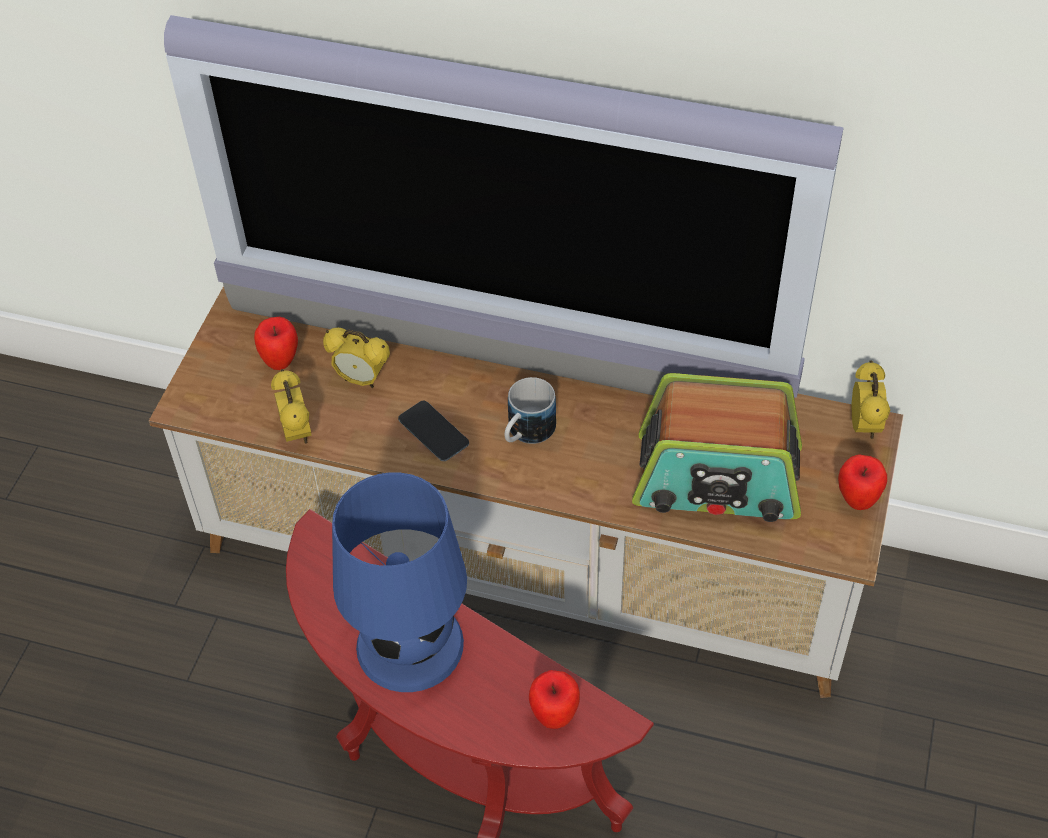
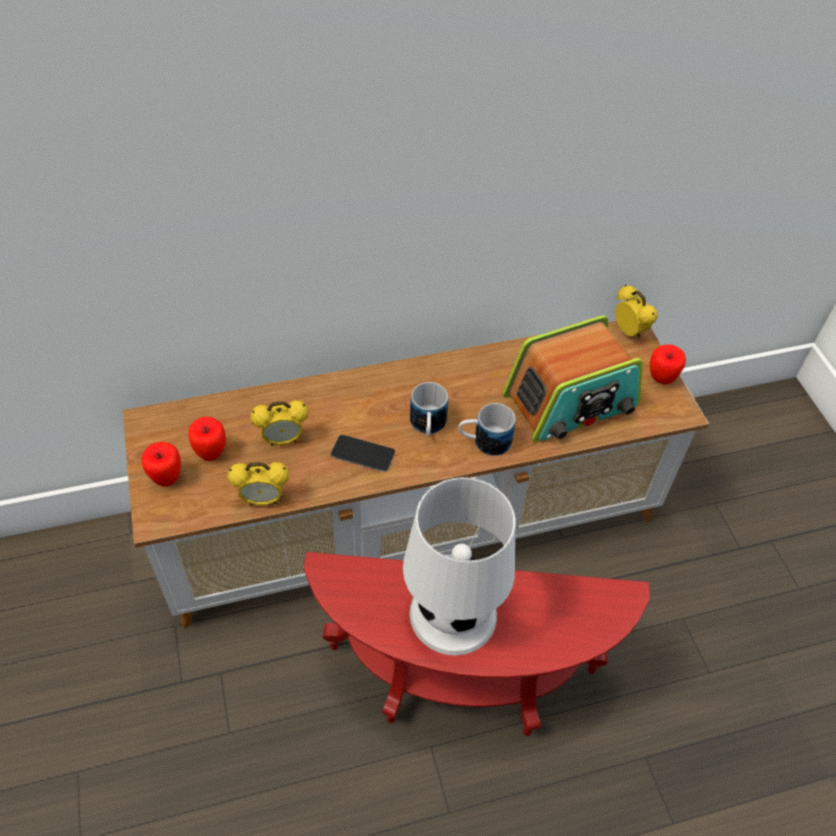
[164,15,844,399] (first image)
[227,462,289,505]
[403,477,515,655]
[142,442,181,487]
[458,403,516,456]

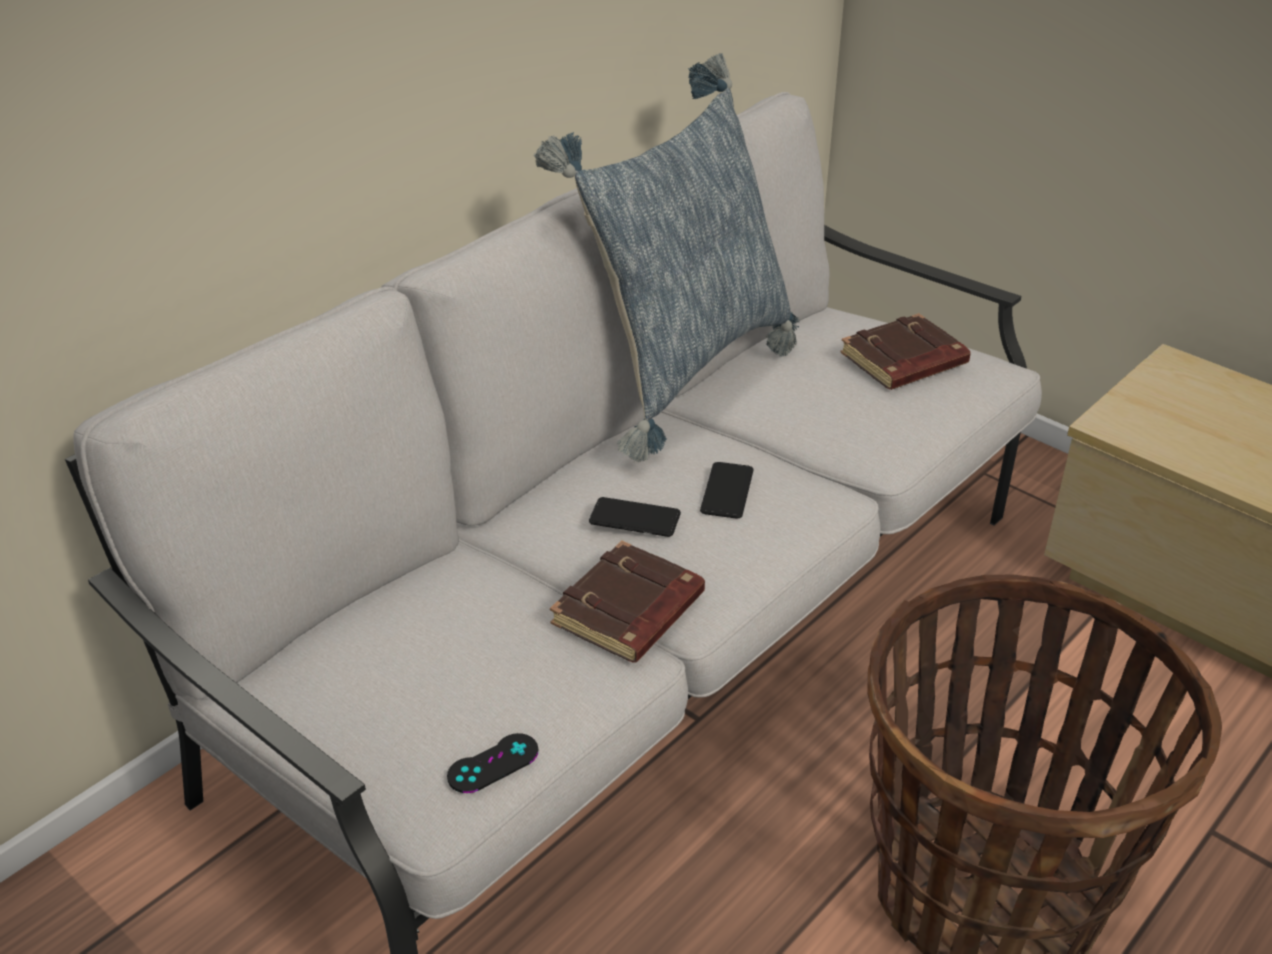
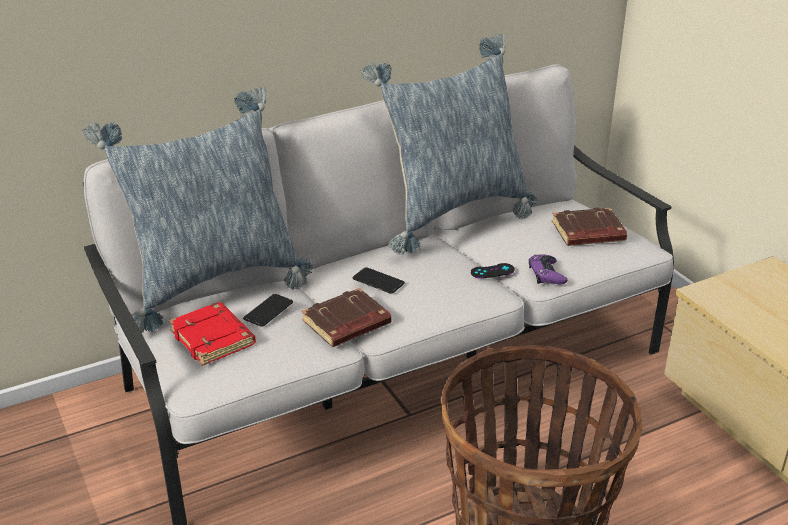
[471,263,515,279]
[243,294,293,327]
[82,87,314,333]
[169,302,256,366]
[529,254,568,284]

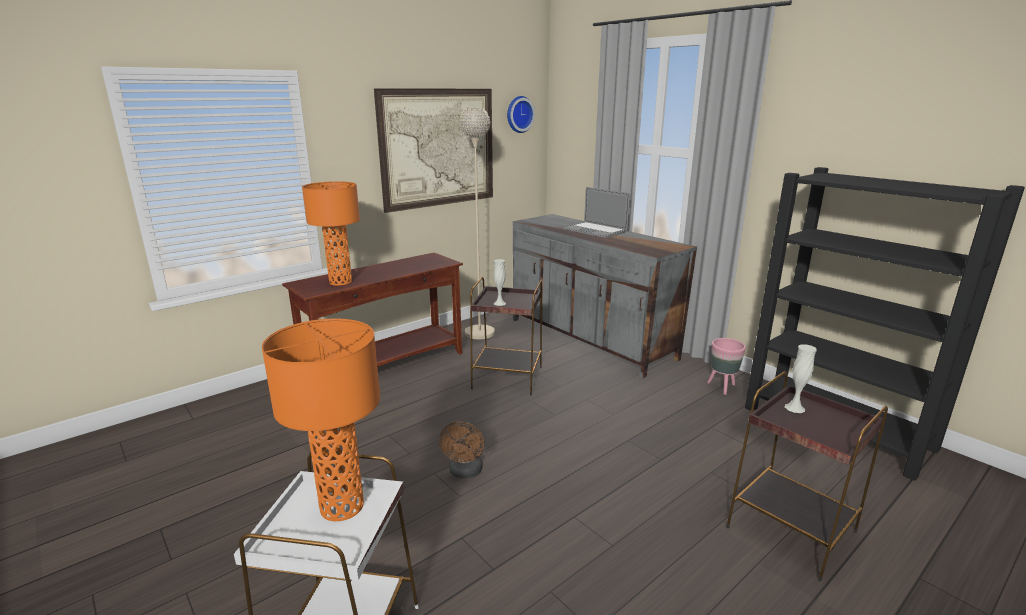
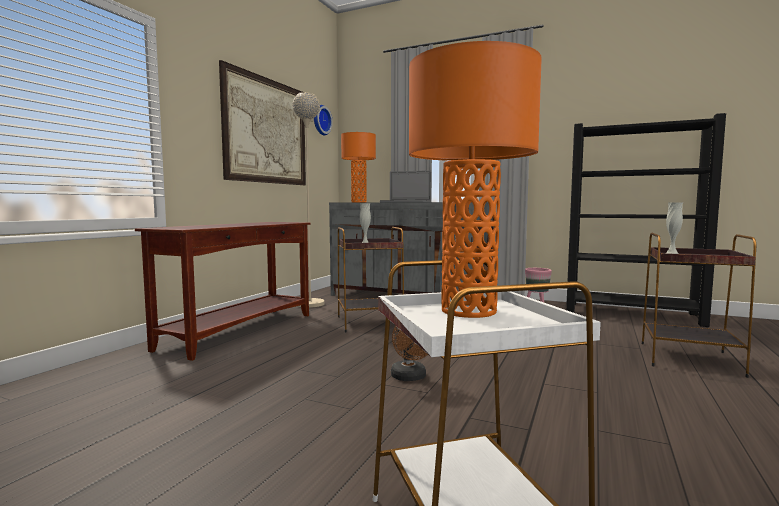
[341,132,376,202]

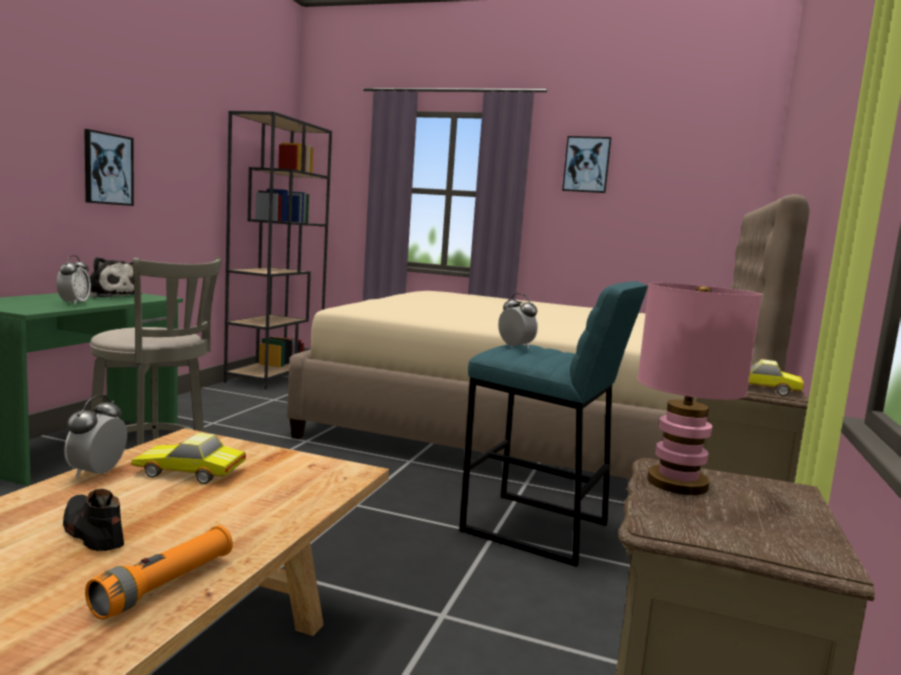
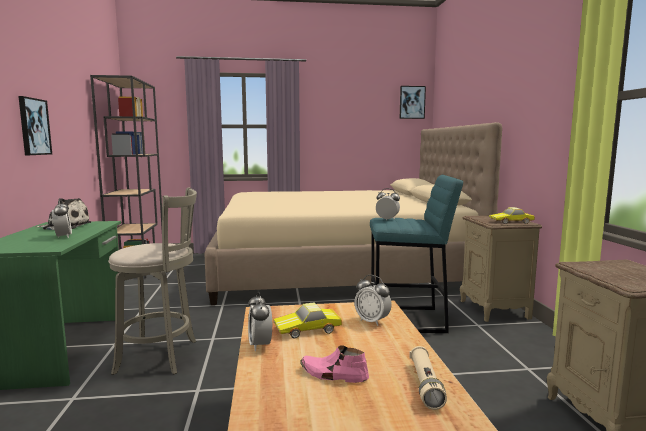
[300,345,369,383]
[409,346,447,410]
[399,86,426,119]
[637,283,762,495] (first image)
[354,275,392,326]

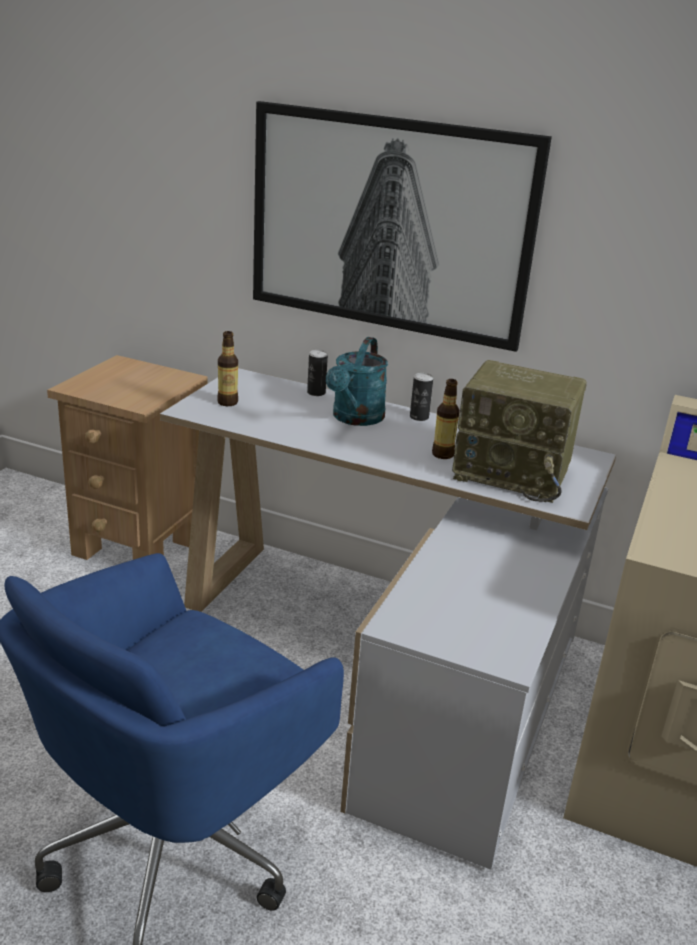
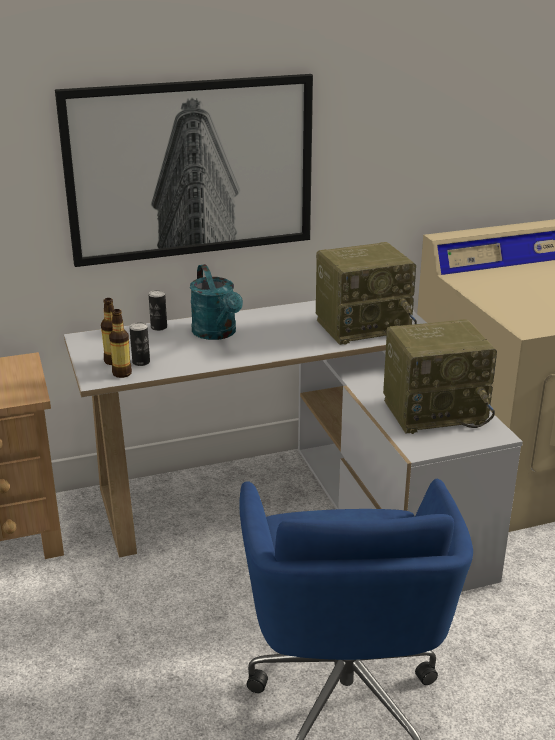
[130,322,150,366]
[109,309,132,378]
[383,319,497,434]

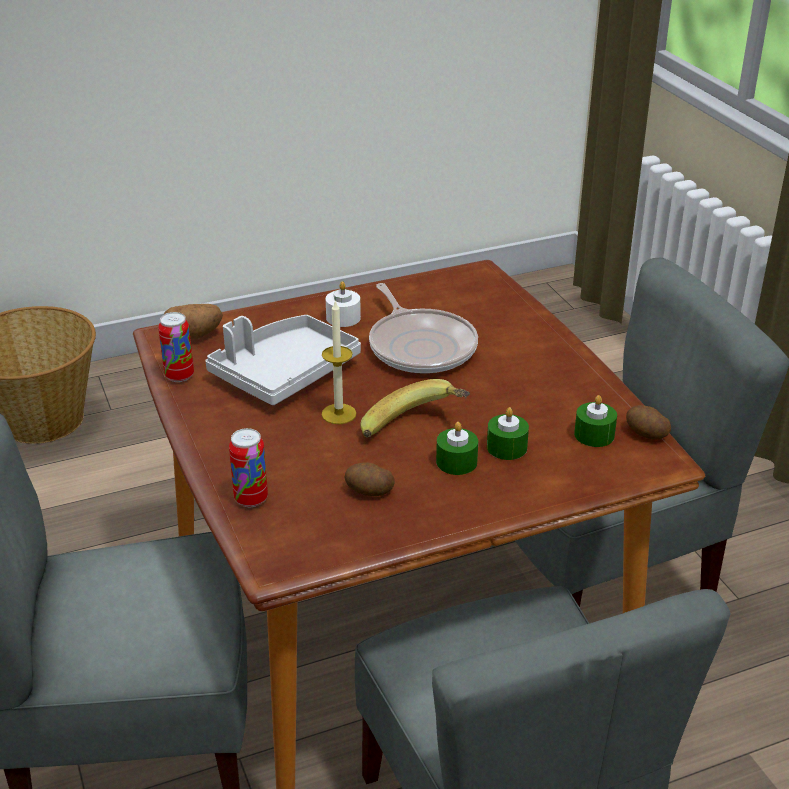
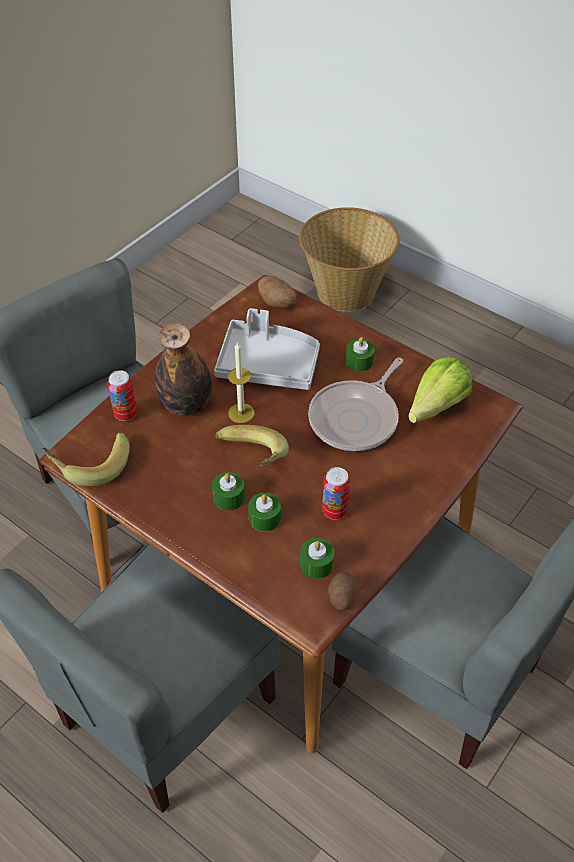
[322,467,350,520]
[346,337,375,372]
[344,463,395,496] (first image)
[42,432,130,486]
[155,323,212,416]
[408,357,472,423]

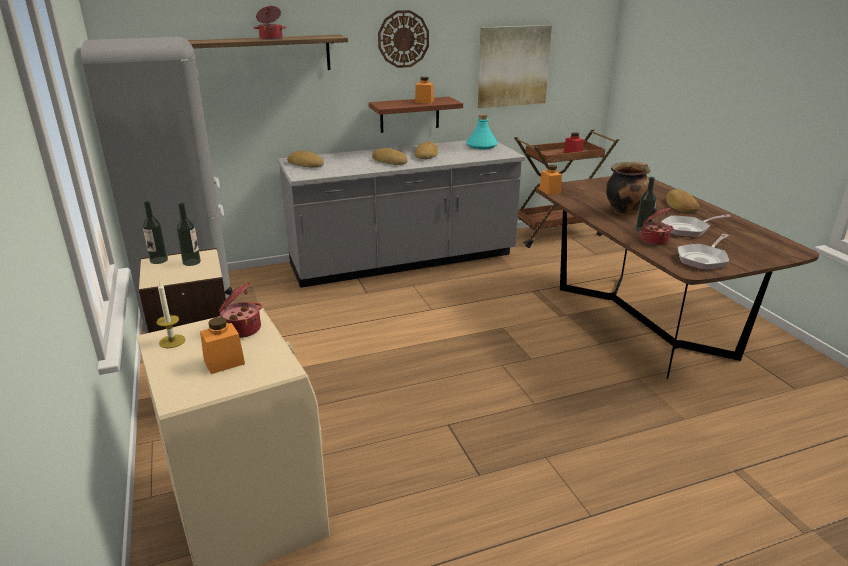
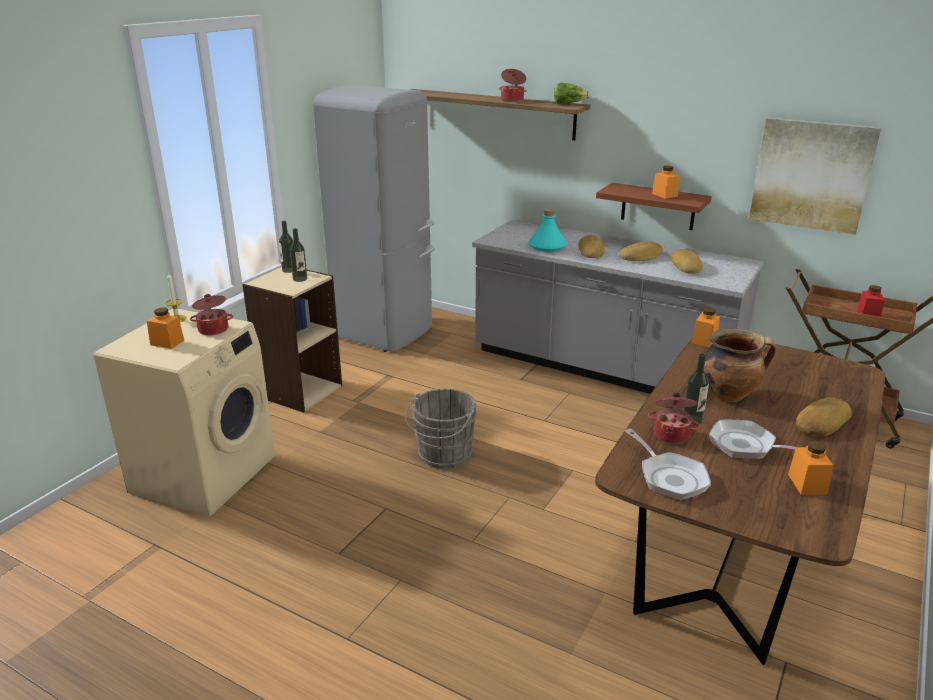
[670,249,703,274]
[378,10,429,68] (first image)
[528,209,567,252]
[625,429,711,500]
[404,388,477,469]
[554,82,590,104]
[788,441,833,495]

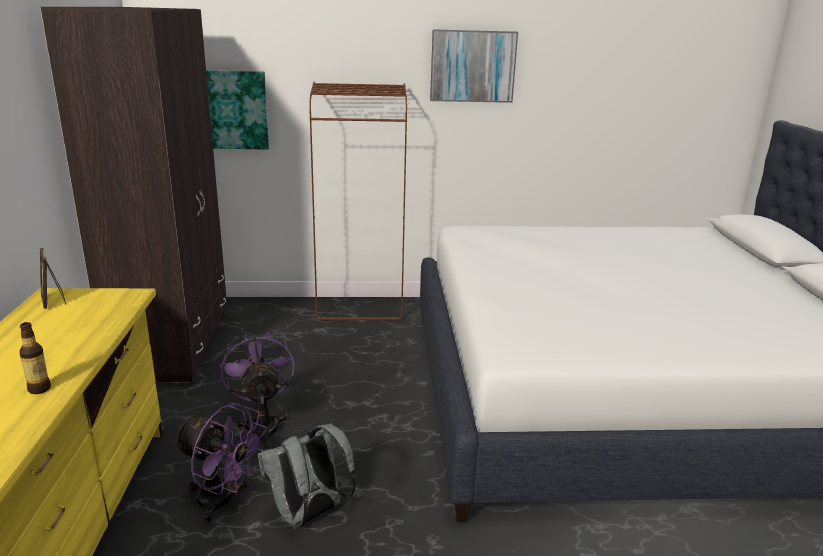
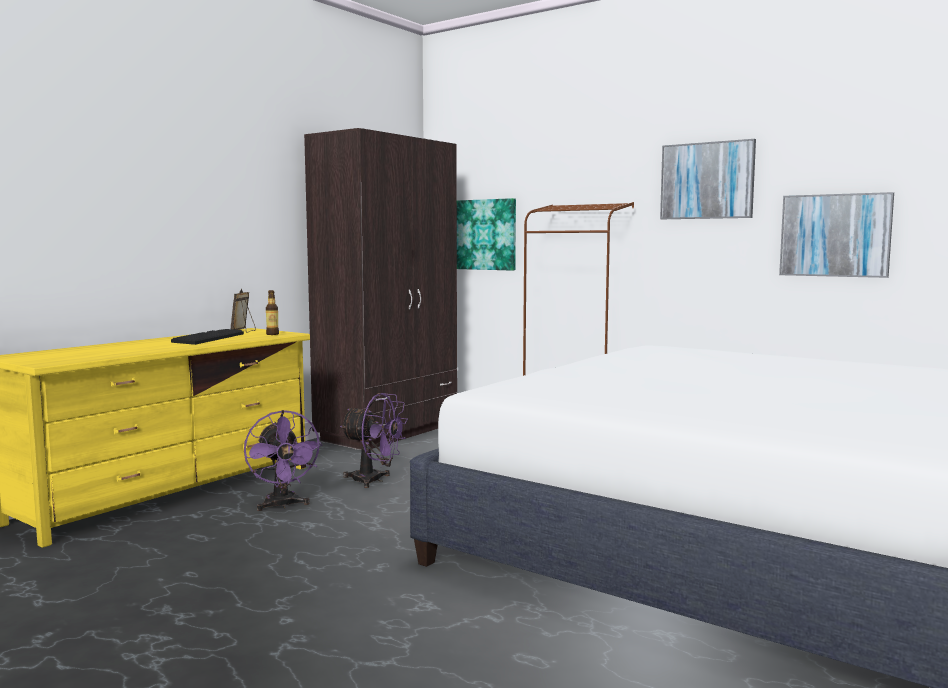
[266,290,279,335]
[340,393,408,488]
[258,423,356,527] (first image)
[171,329,244,345]
[779,192,894,278]

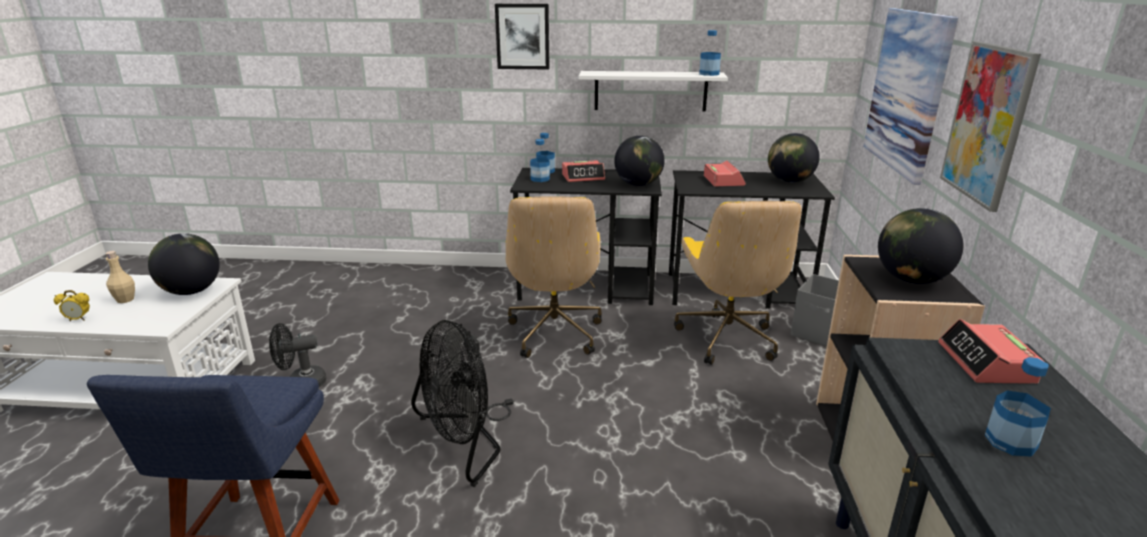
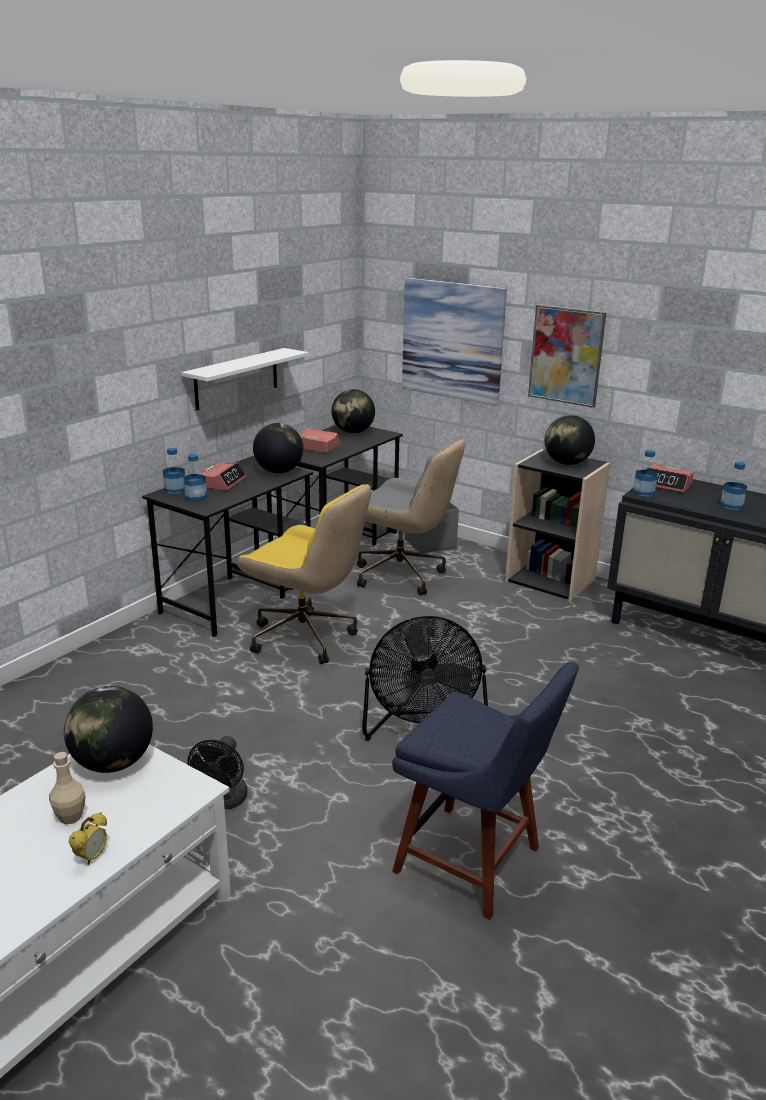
[495,4,550,69] (first image)
[357,439,465,595]
[633,450,658,497]

